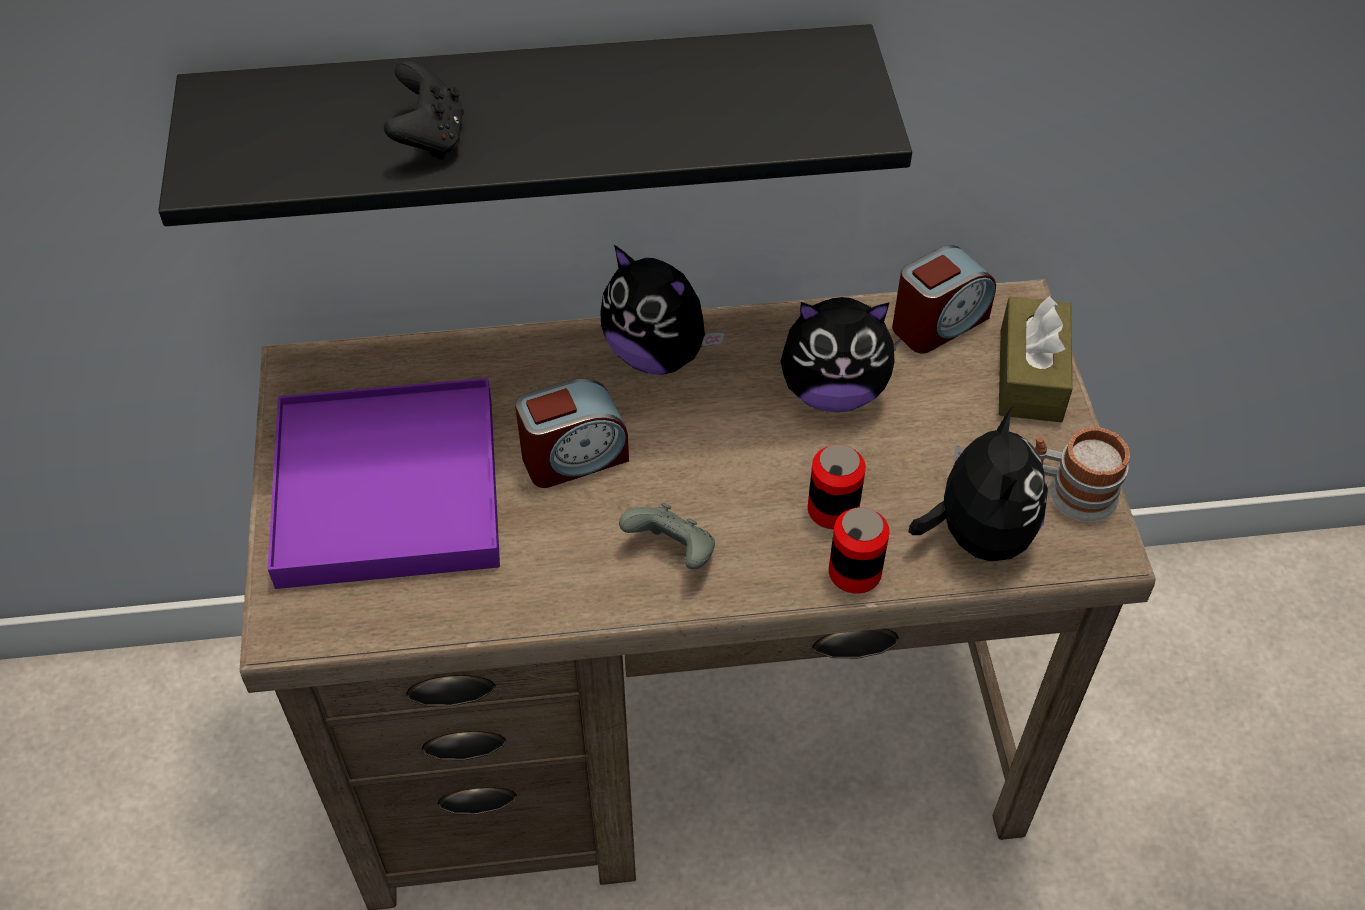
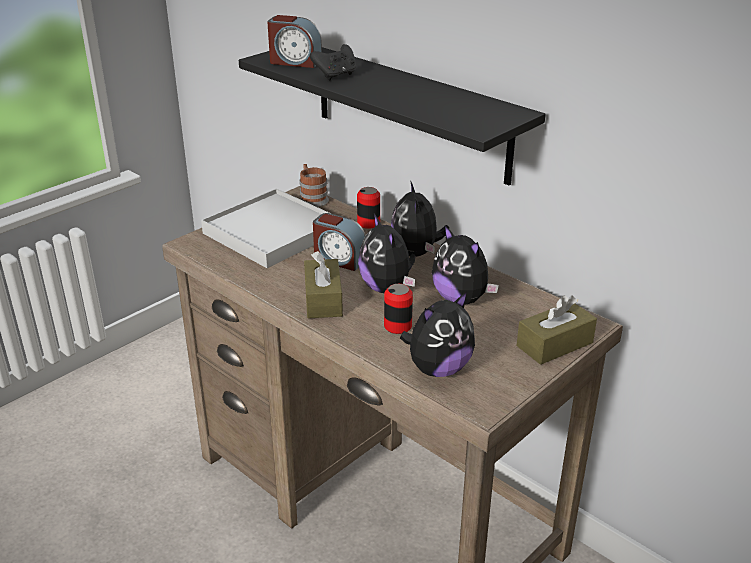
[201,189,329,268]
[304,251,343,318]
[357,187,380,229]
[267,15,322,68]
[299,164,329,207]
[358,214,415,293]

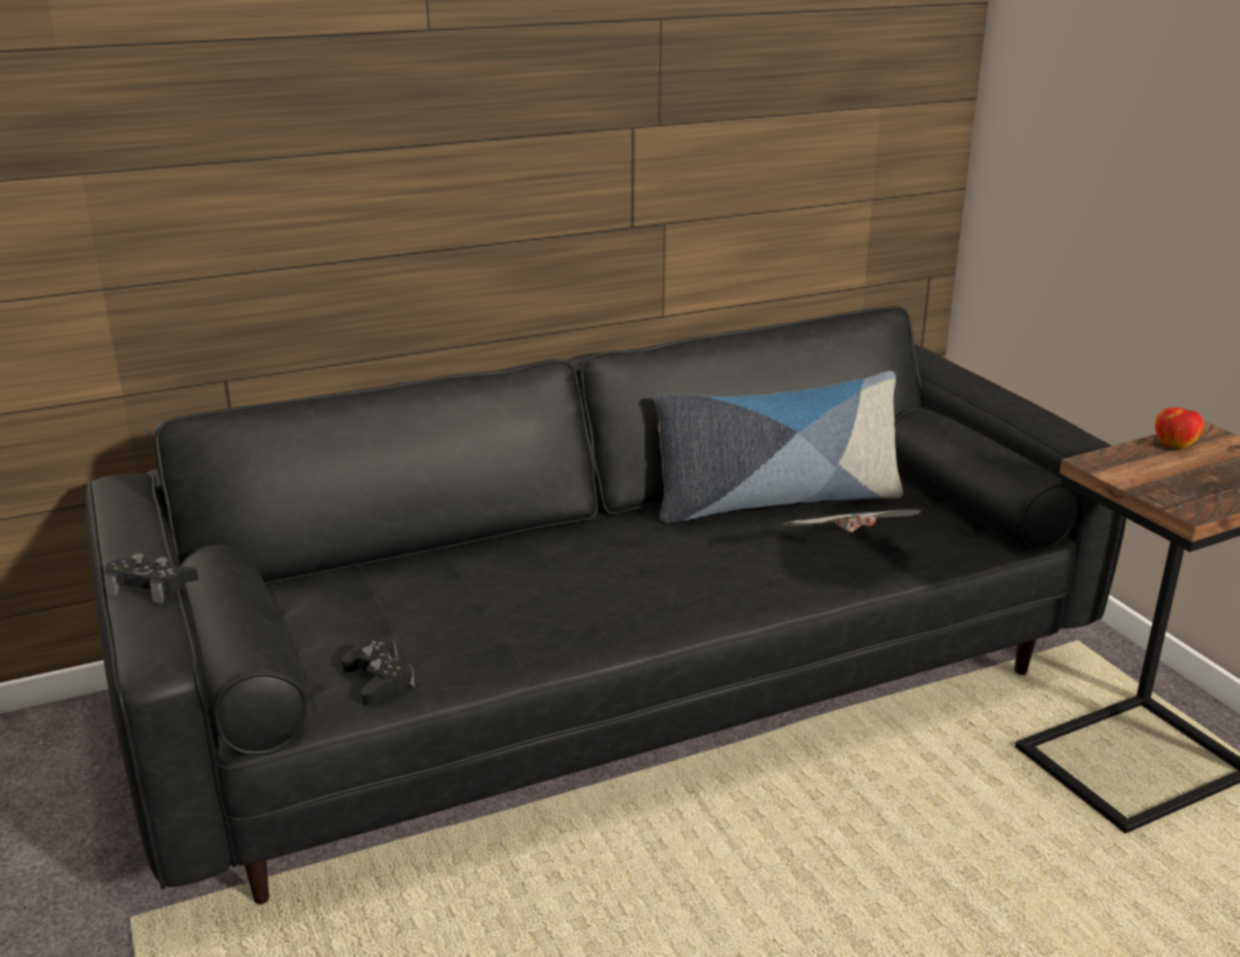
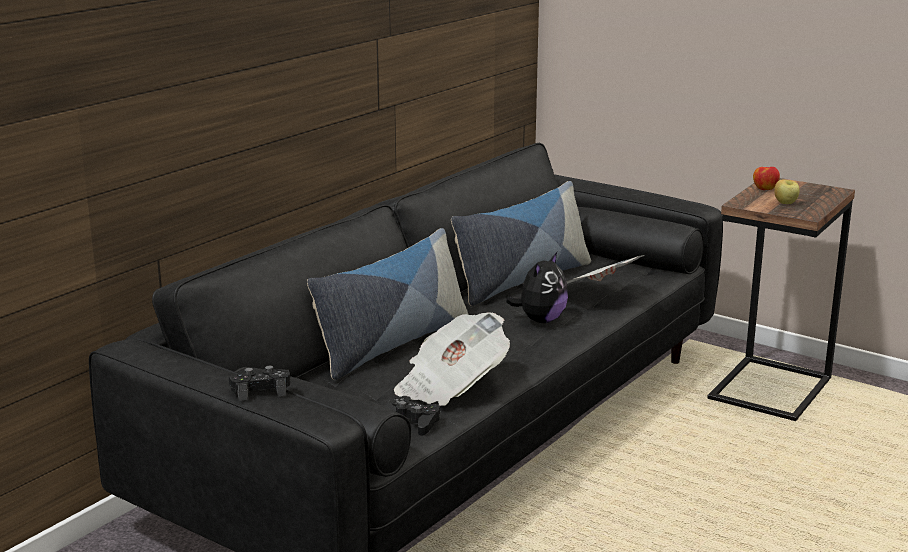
[307,228,469,380]
[394,312,510,406]
[506,252,568,323]
[774,179,800,204]

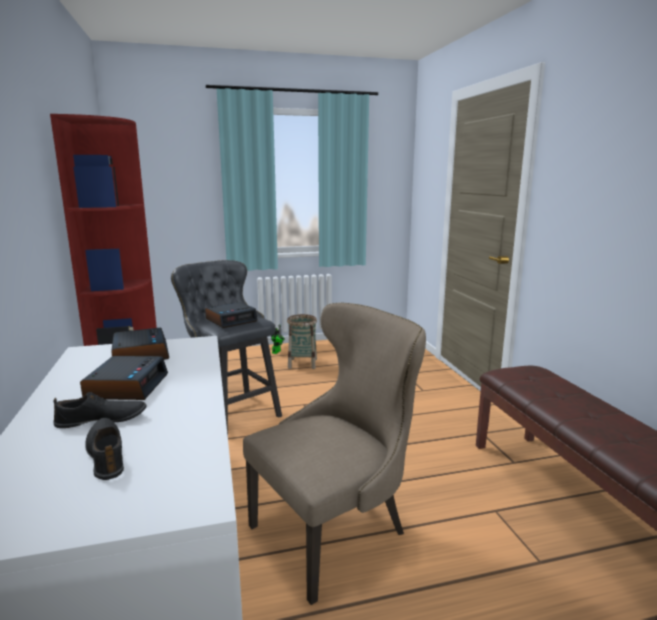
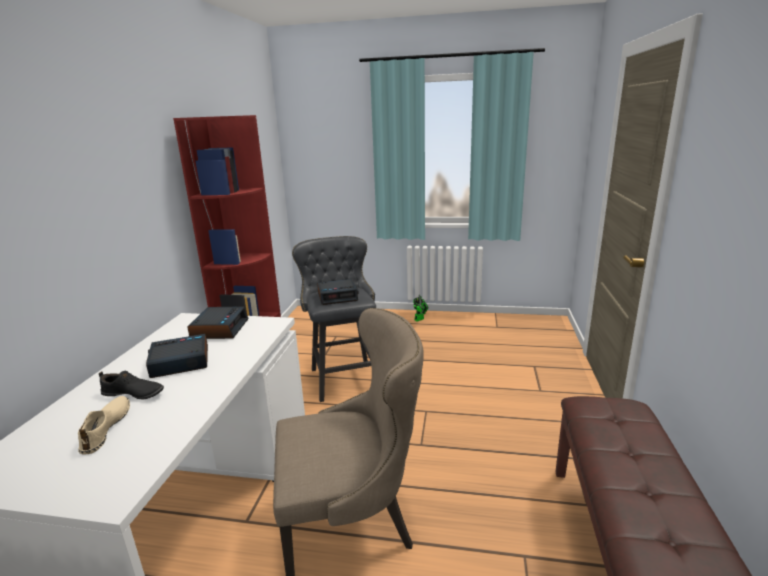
[146,334,208,378]
[78,396,130,455]
[287,314,317,369] (first image)

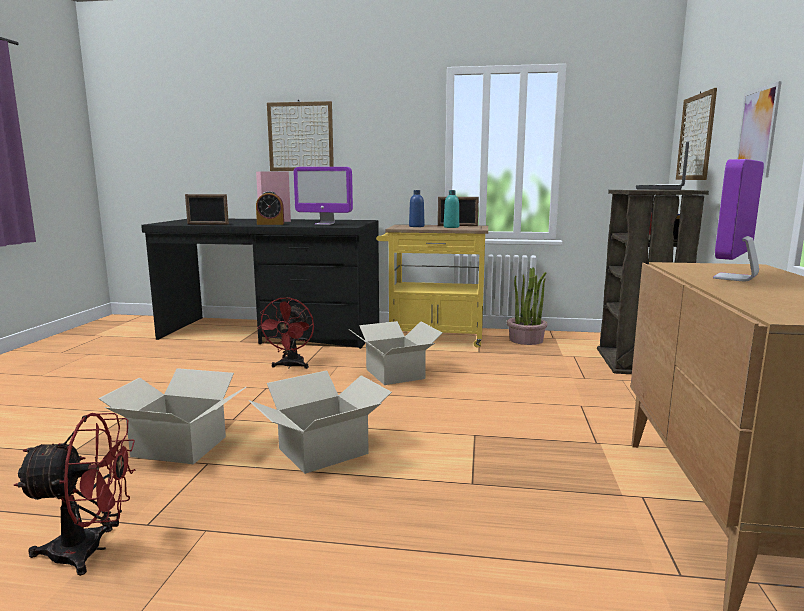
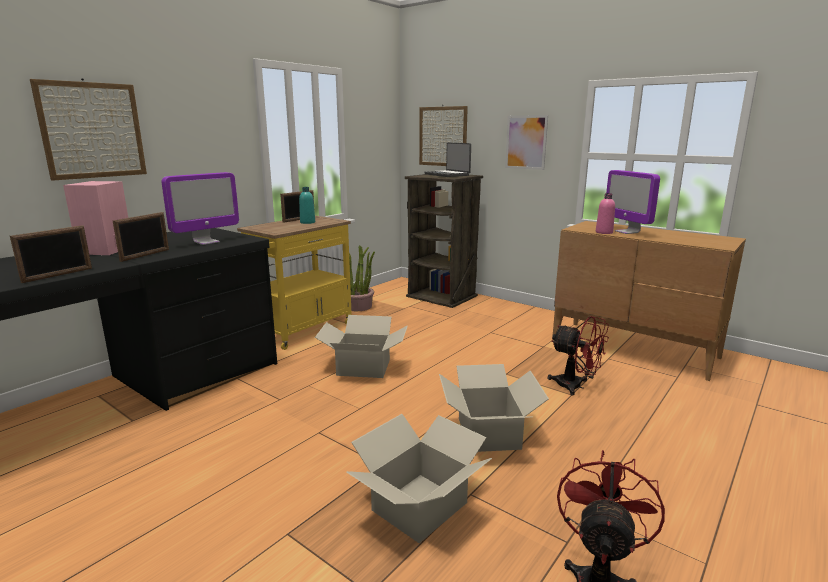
[113,212,169,262]
[548,316,609,395]
[409,190,424,227] (first image)
[596,193,615,234]

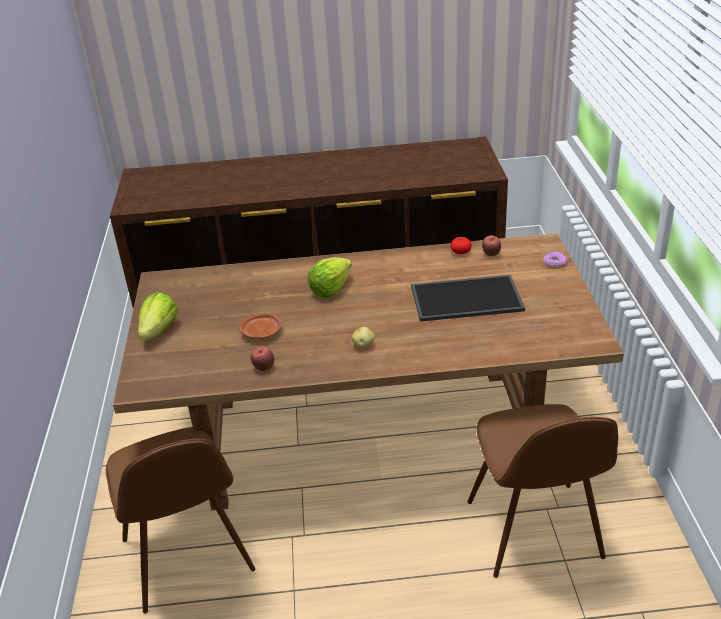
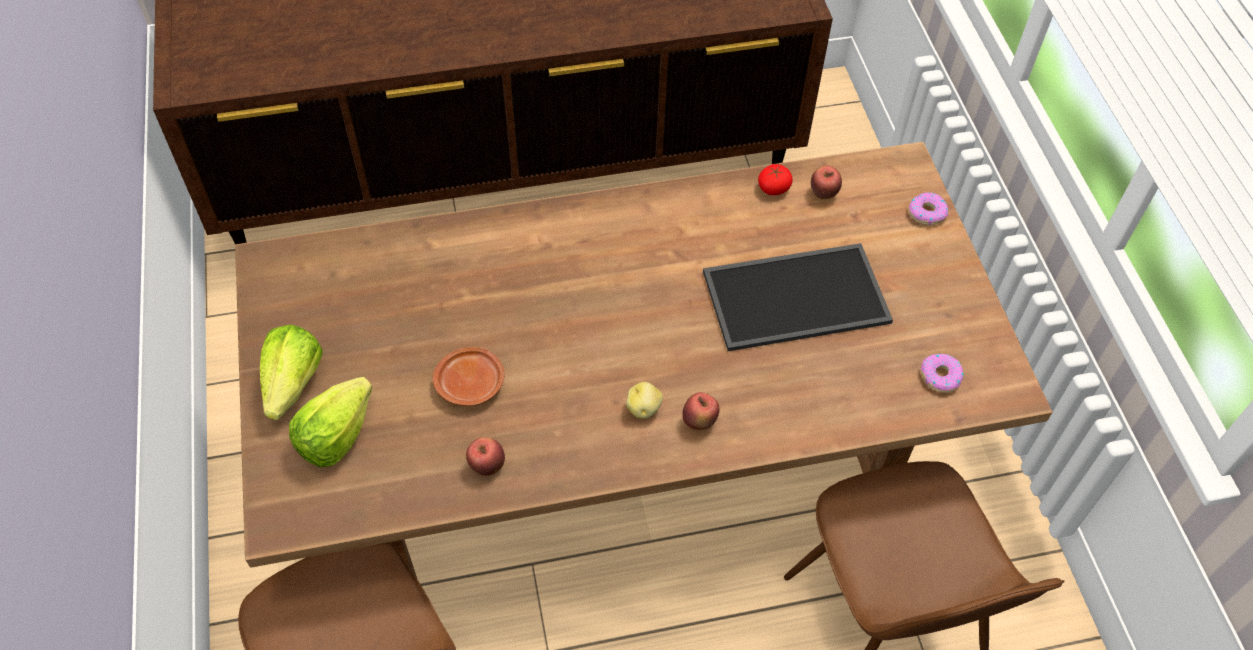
[289,377,373,467]
[682,392,719,430]
[921,353,964,393]

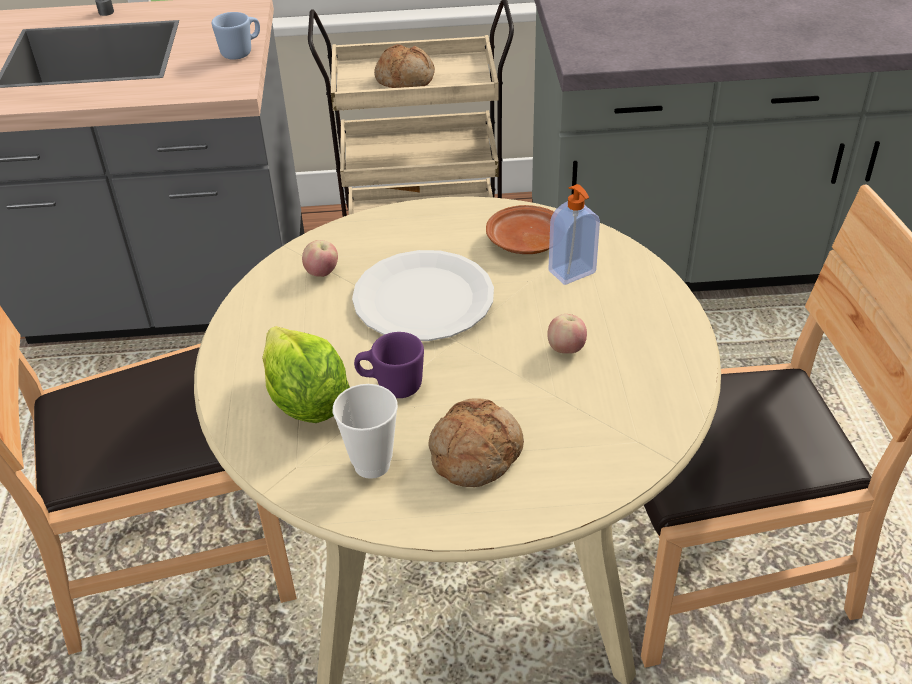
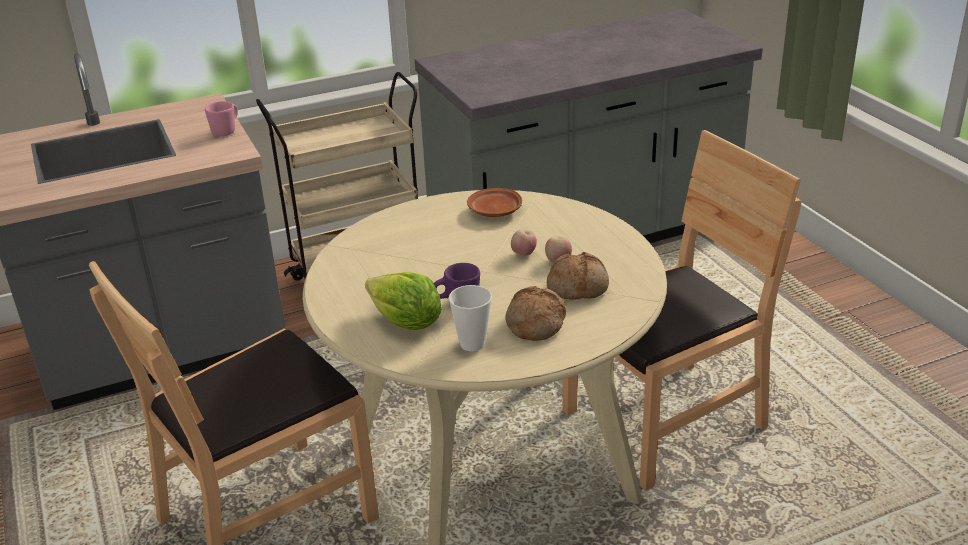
[205,101,238,136]
[511,229,537,256]
[352,250,494,341] (first image)
[547,252,609,300]
[548,184,600,285] (first image)

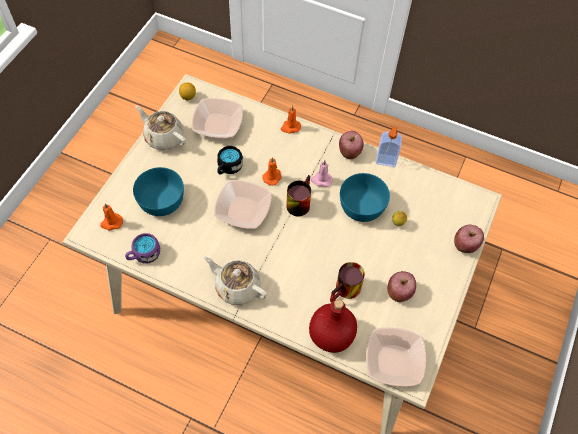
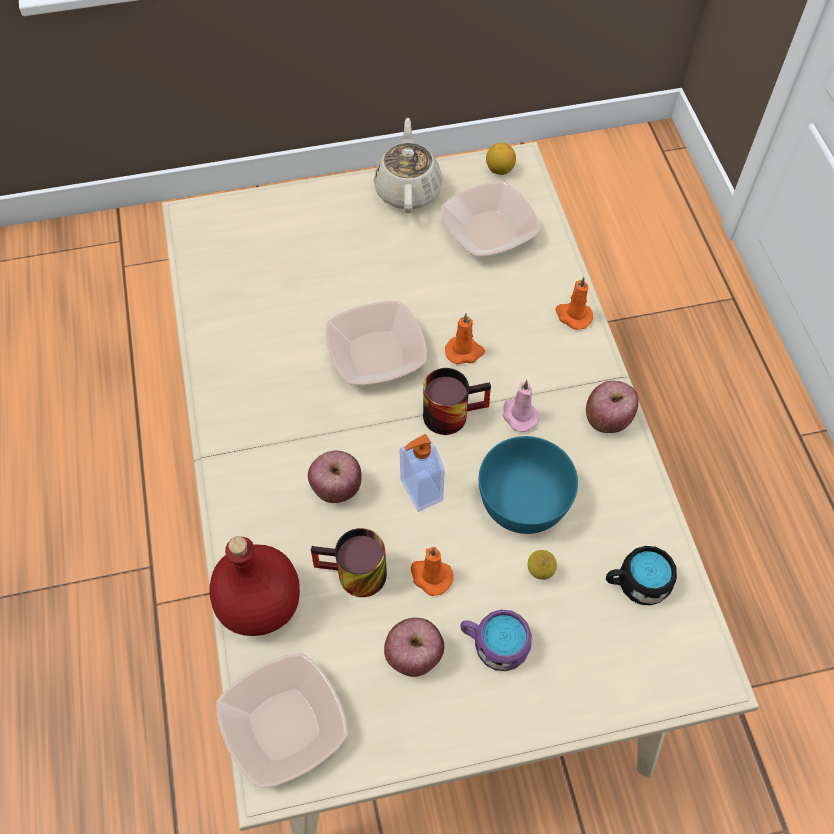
[411,547,453,596]
[460,610,532,671]
[133,167,184,216] (first image)
[204,256,268,305] (first image)
[606,546,677,605]
[400,434,445,512]
[308,451,362,503]

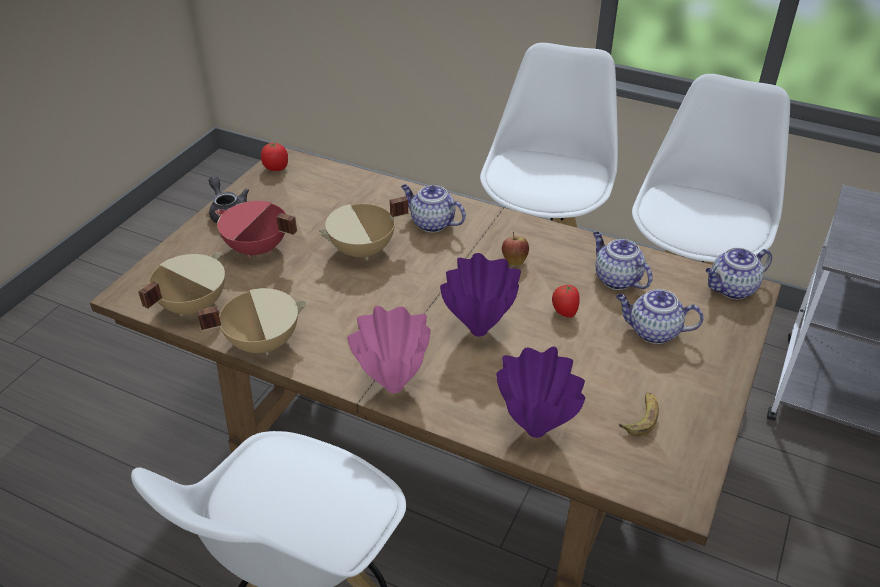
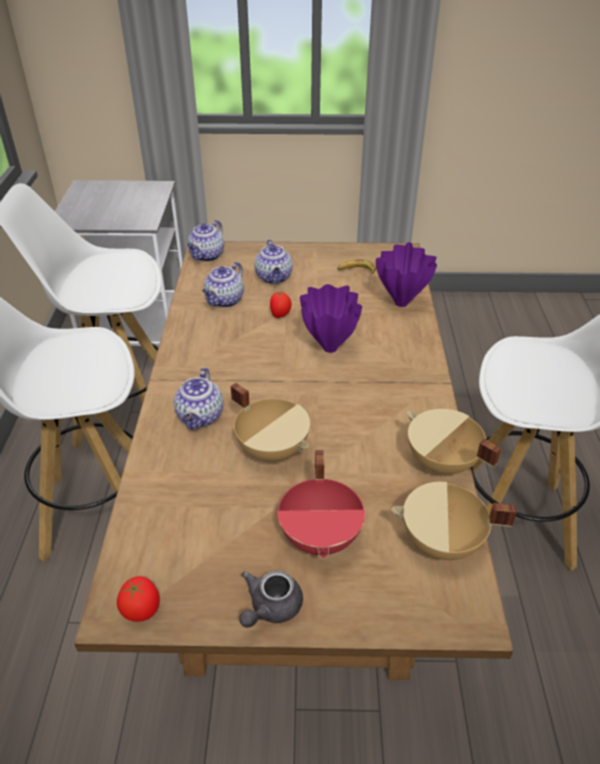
[347,306,431,393] (first image)
[502,232,529,266] (first image)
[187,220,224,262]

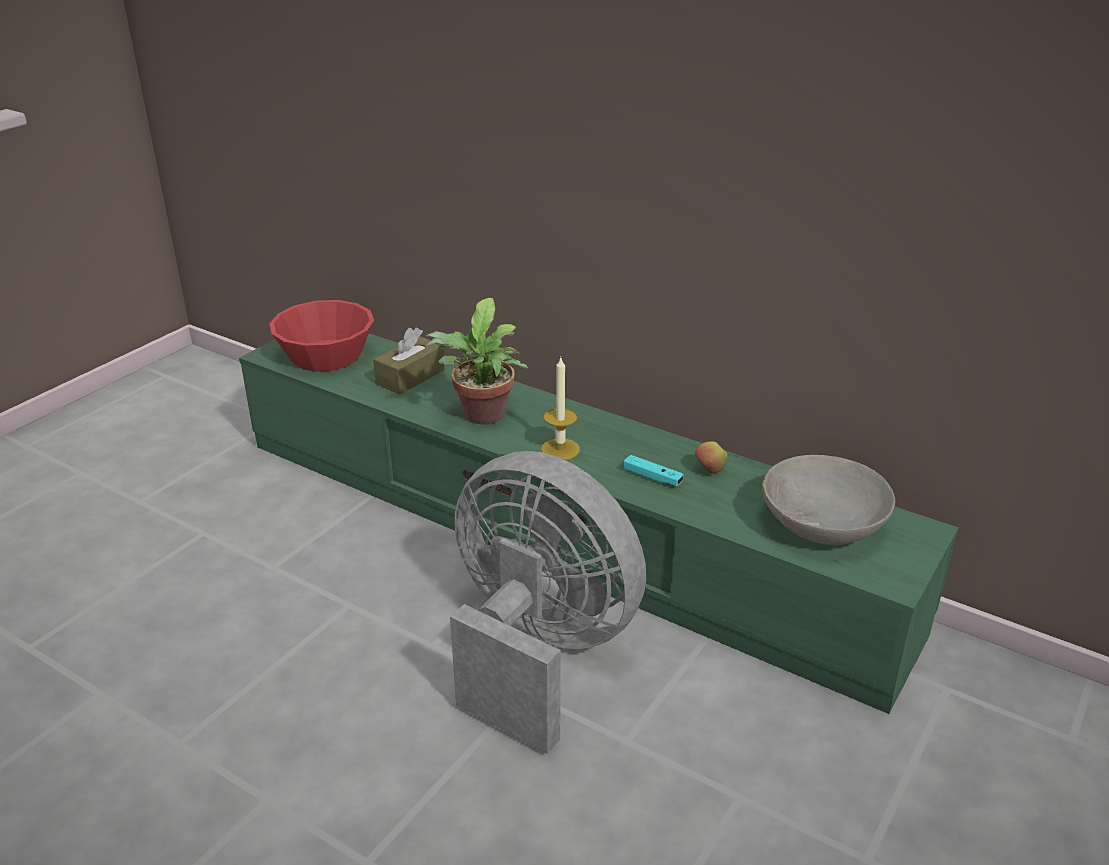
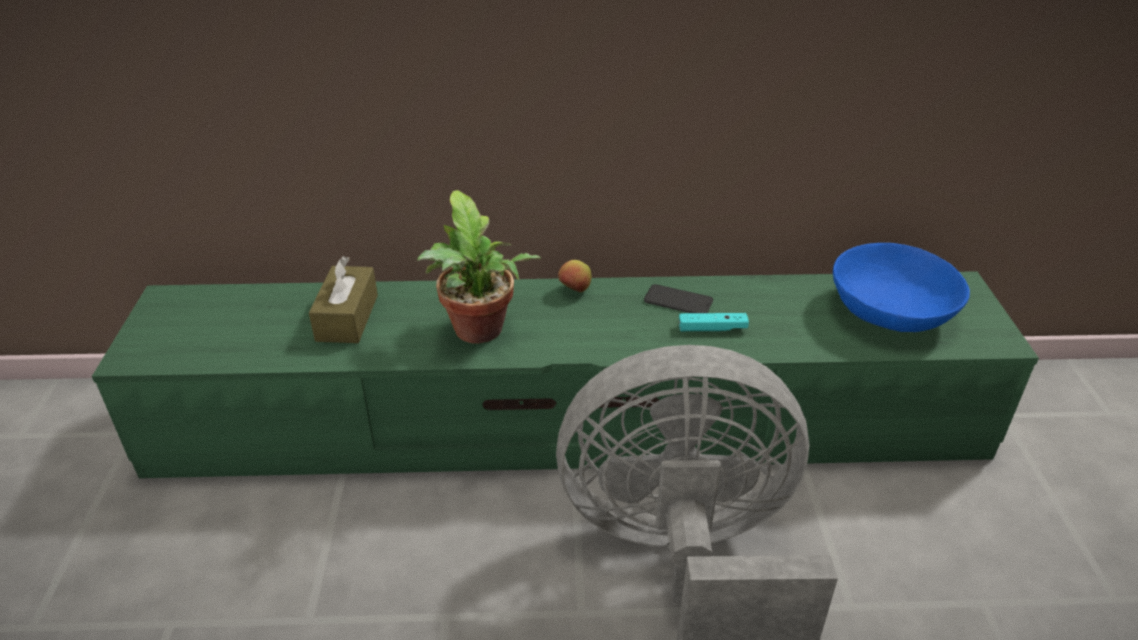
[270,300,374,372] (first image)
[541,358,580,460] (first image)
[558,260,591,292]
[833,243,970,332]
[644,284,713,313]

